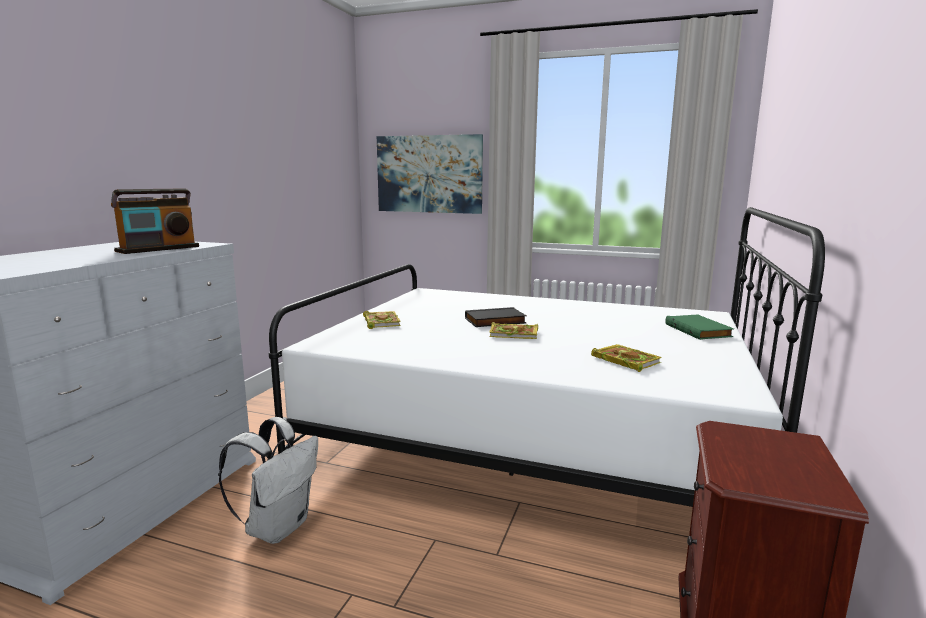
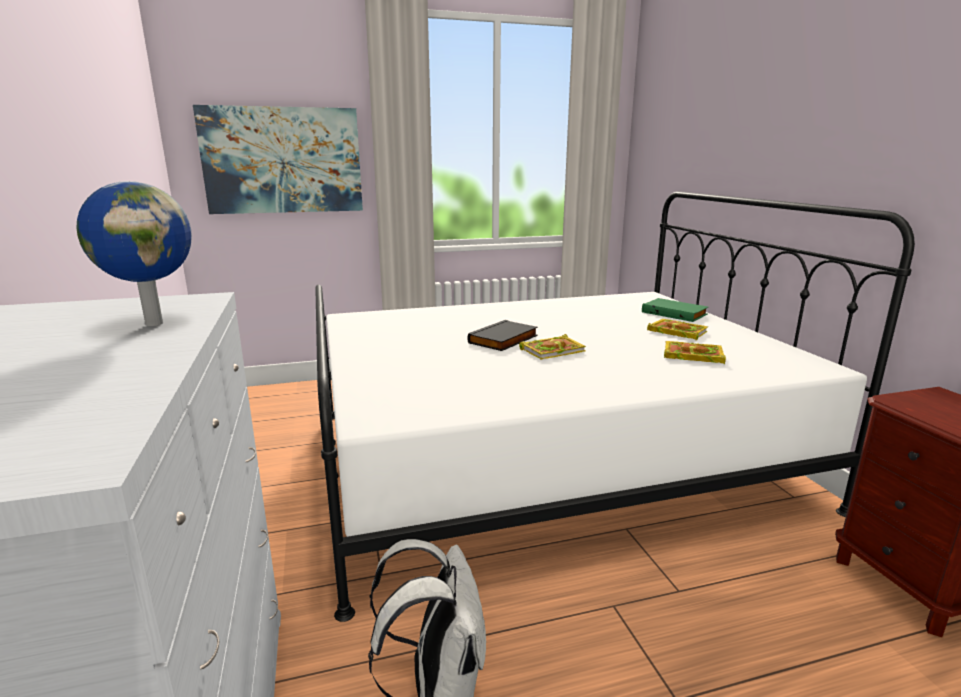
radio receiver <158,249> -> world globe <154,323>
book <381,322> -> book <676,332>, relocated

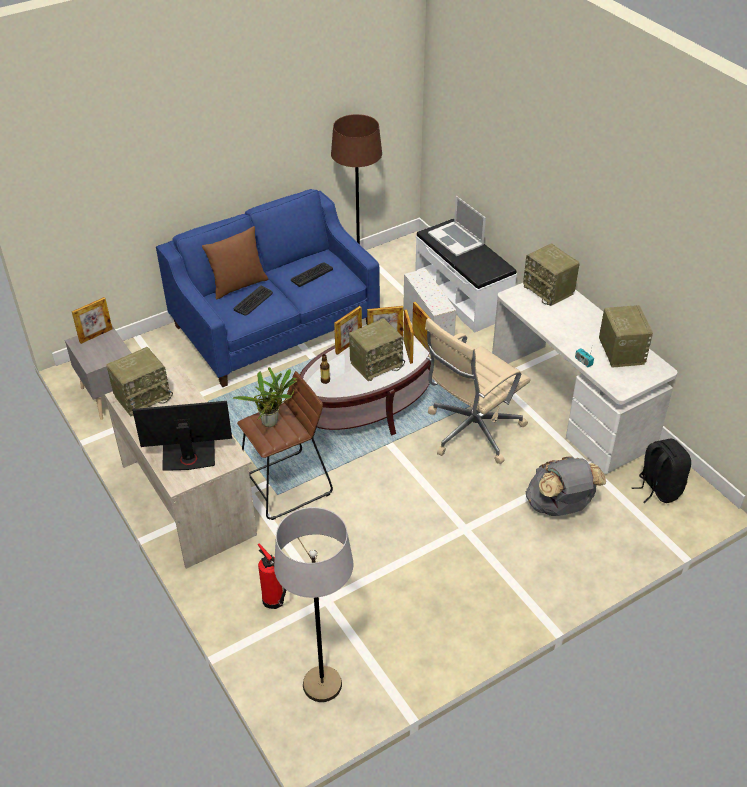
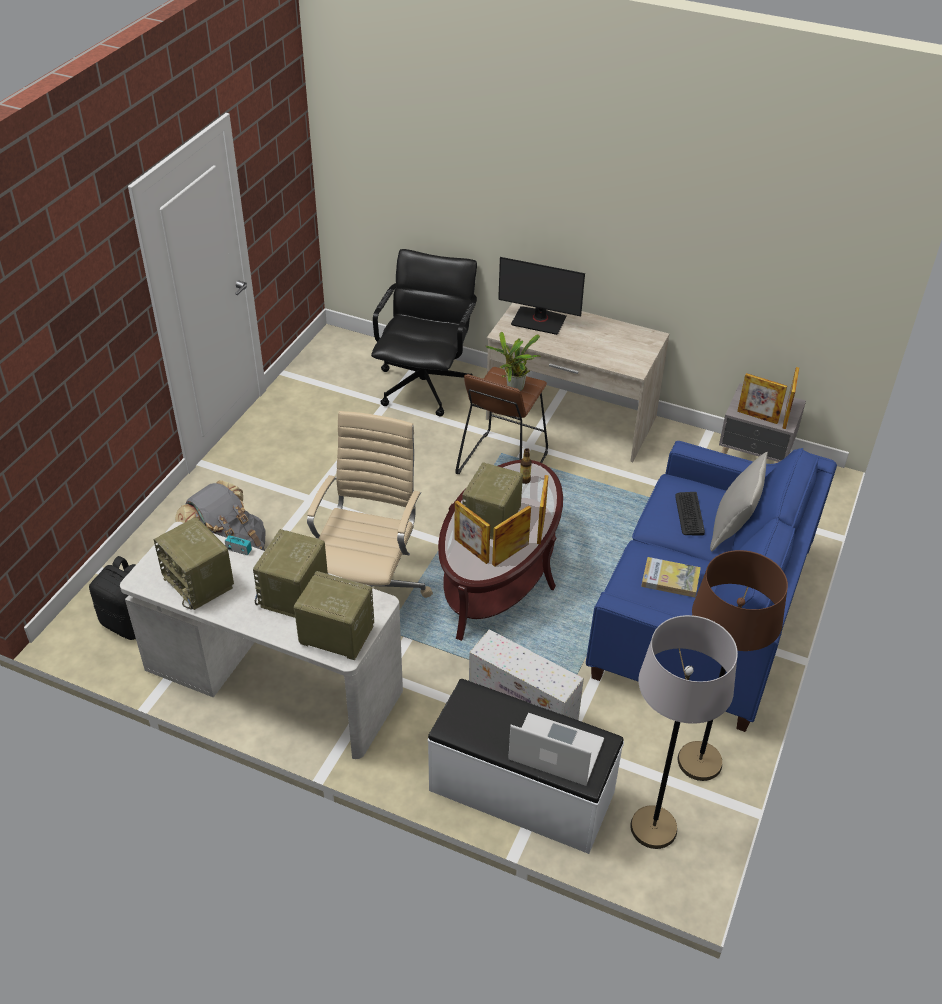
radio receiver <143,396> -> radio receiver <294,594>, relocated
monitor <188,457> -> monitor <539,321>, 60 degrees clockwise
brown-coloured throw pillow <238,285> -> greyish throw pillow <732,529>
extinguisher <274,602> -> black computer chair <425,386>
greyish standing lamp <322,684> -> greyish standing lamp <653,828>, relocated
PC keyboard <311,274> -> book <670,579>
picture frame <422,342> -> picture frame <757,416>, relocated

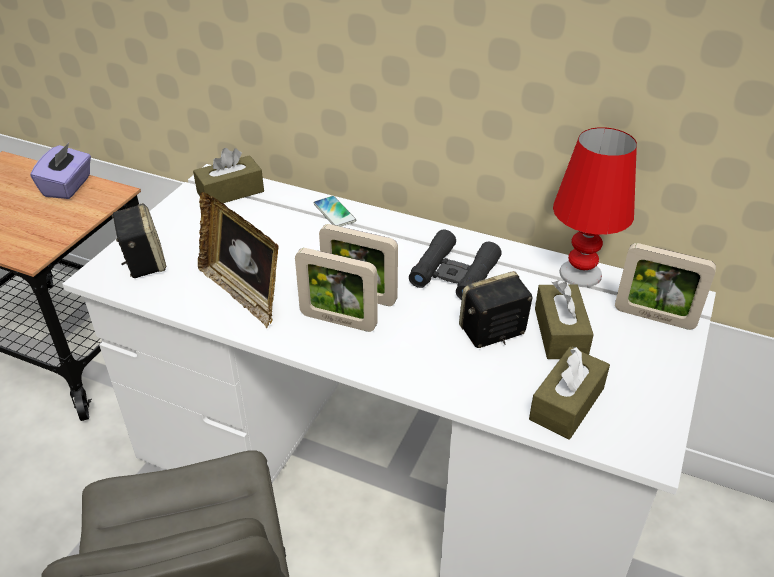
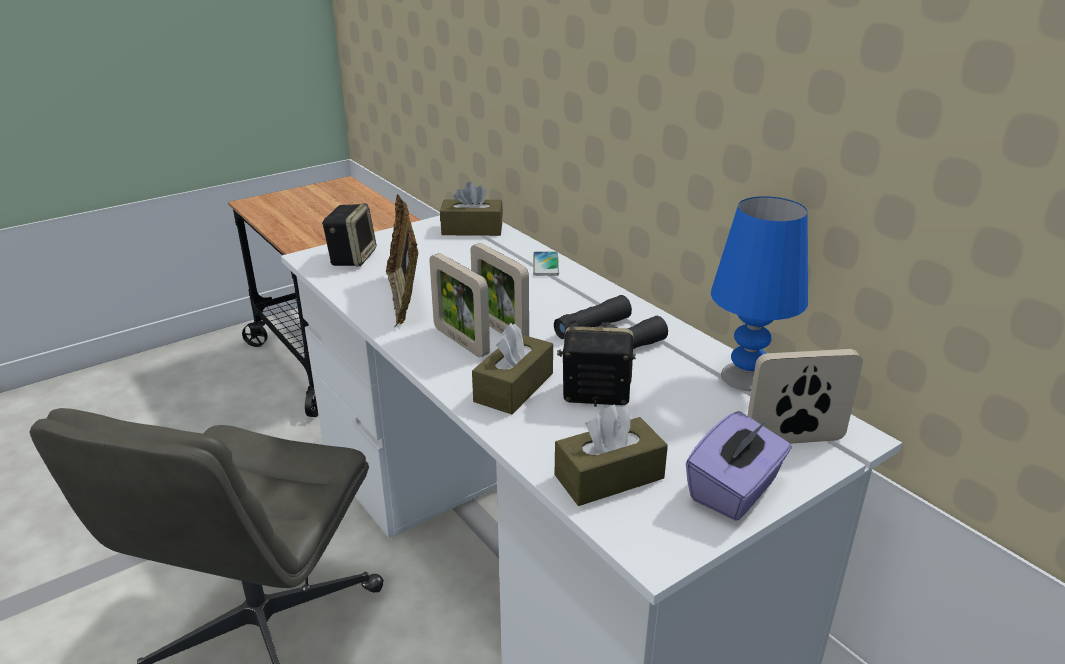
purplish tissue holder <68,186> -> purplish tissue holder <735,490>, relocated
brown-coloured tissue holder <560,333> -> brown-coloured tissue holder <514,387>, relocated
reddish table lamp <581,274> -> blue-coloured table lamp <746,377>
picture frame <654,317> -> picture frame <794,439>, 120 degrees clockwise

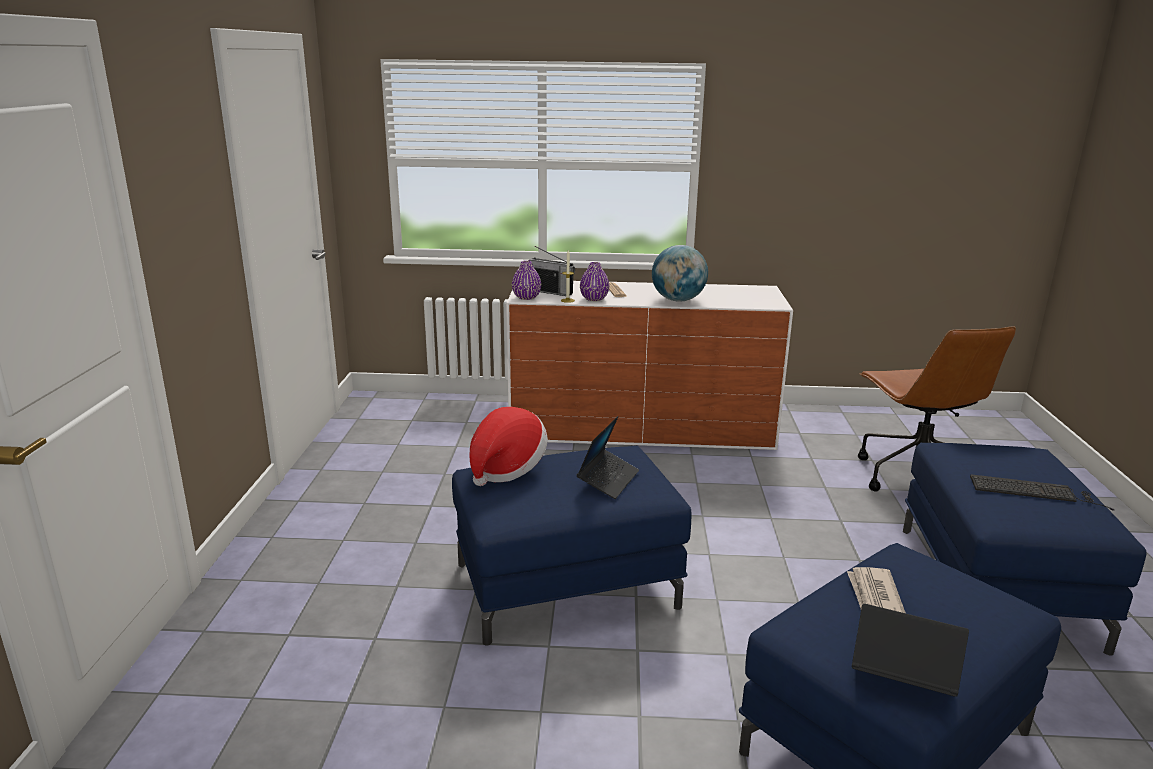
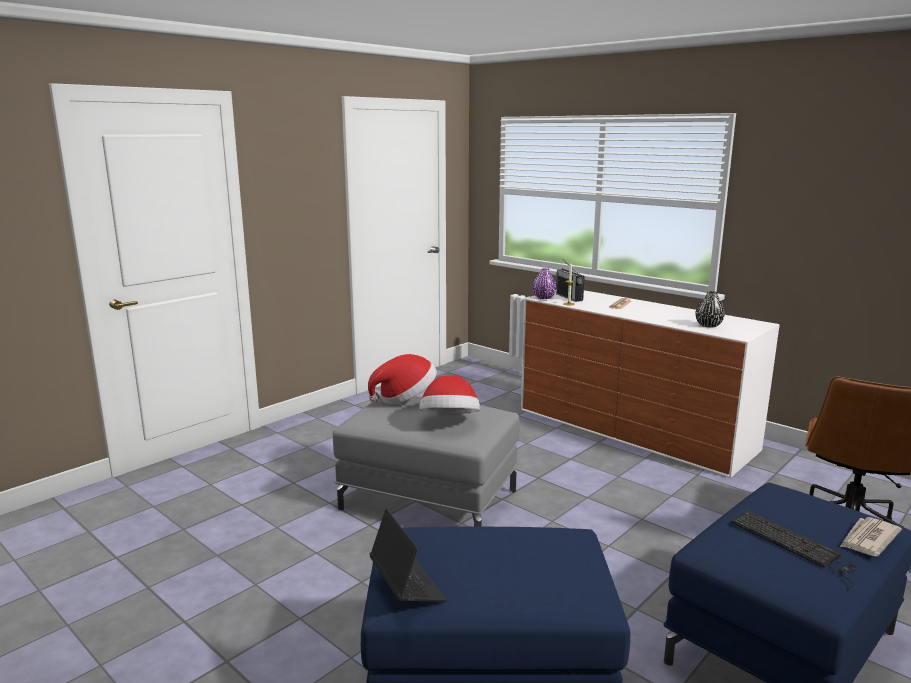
blue-coloured footrest <566,584> -> greyish footrest <429,499>
portable computer <608,480> -> clothing hat <450,422>
purplish vase <594,299> -> none
world globe <678,300> -> none
daily paper <874,597> -> daily paper <868,539>, relocated
none -> black vase <708,325>

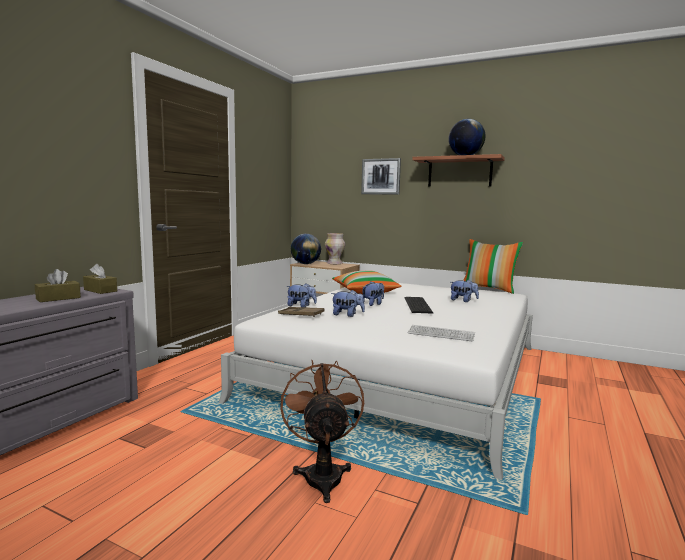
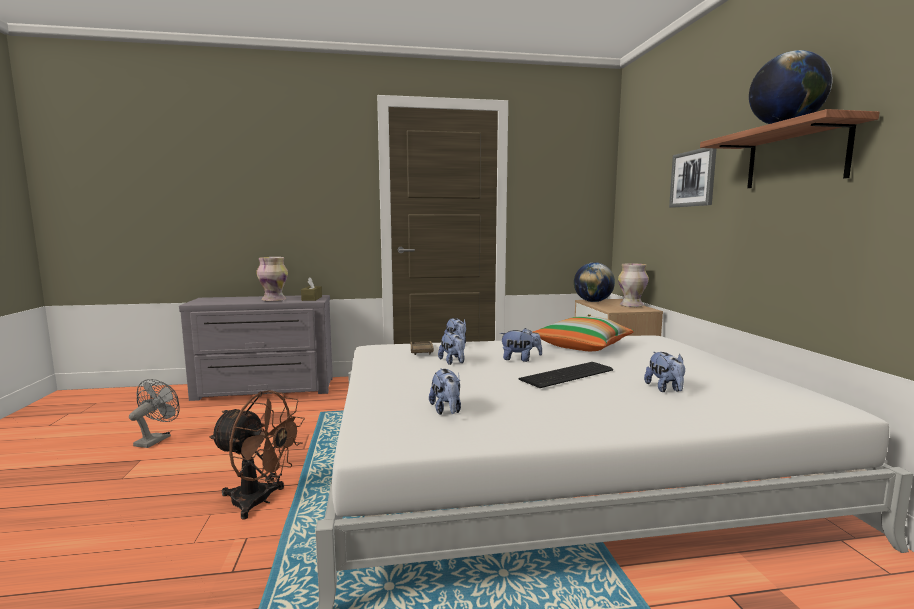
brown-coloured tissue holder <58,298> -> vase <274,300>
brown-coloured electric fan <322,474> -> brown-coloured electric fan <260,501>, 60 degrees clockwise
PC keyboard <441,334> -> plush toy <446,410>
throw pillow <489,289> -> none
none -> greyish electric fan <156,439>

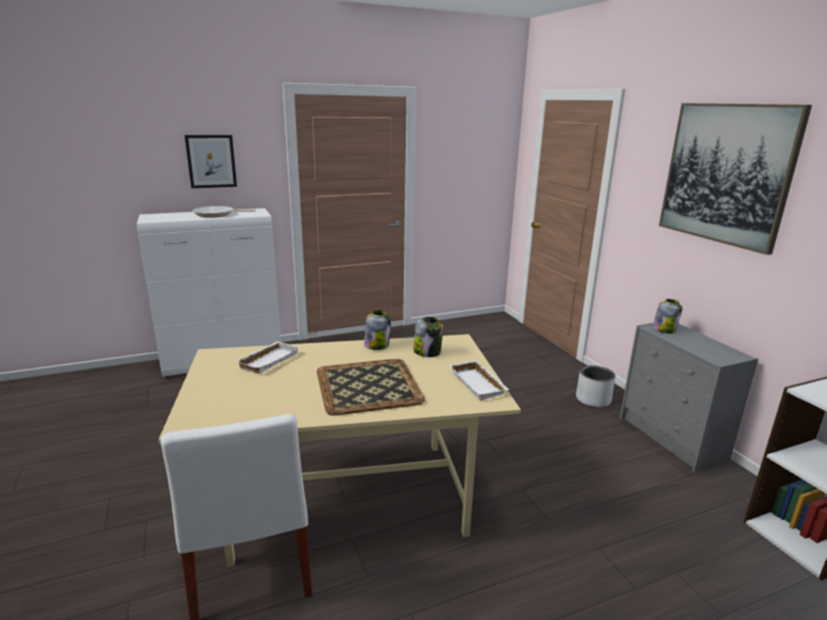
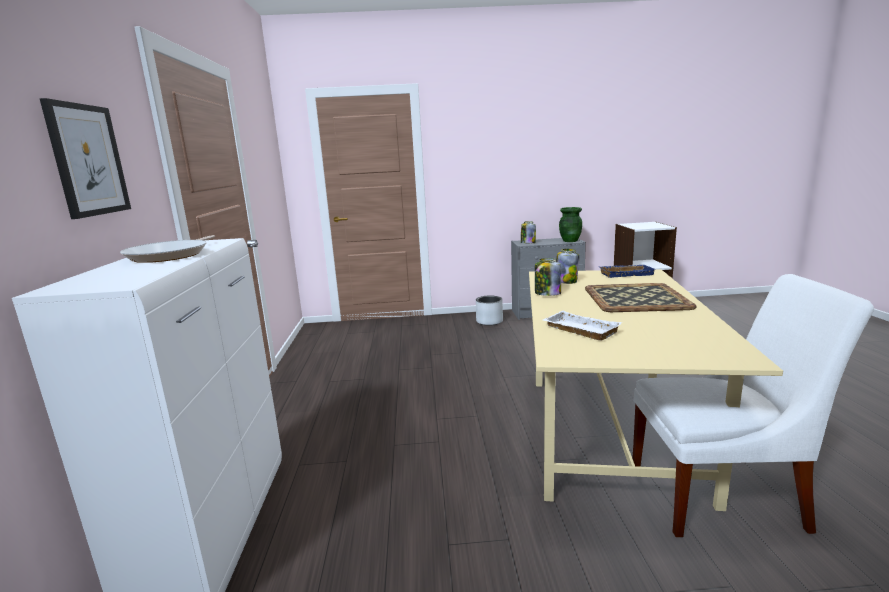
white serving tray <479,384> -> blue-coloured serving tray <626,274>
wall picture <726,174> -> none
none -> greenish vase <570,241>

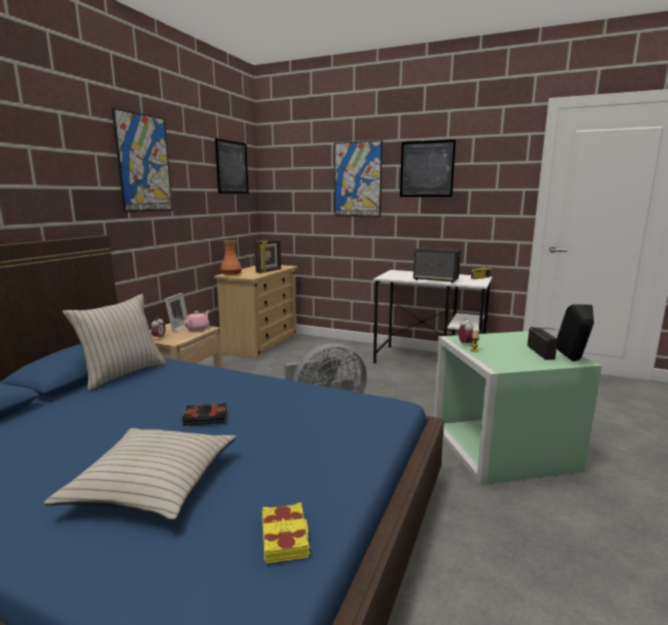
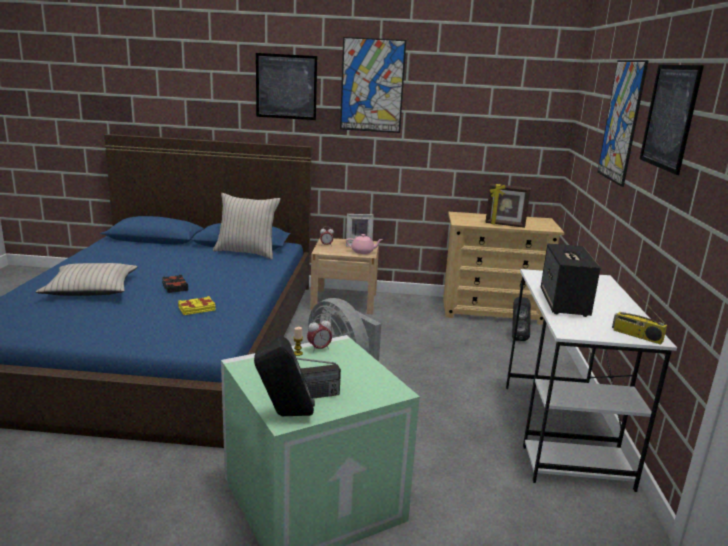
wall picture <232,167> -> wall picture <286,86>, relocated
orange-coloured vase <231,274> -> none
yellowish book <285,537> -> yellowish book <197,309>, relocated
none -> black speaker <516,337>

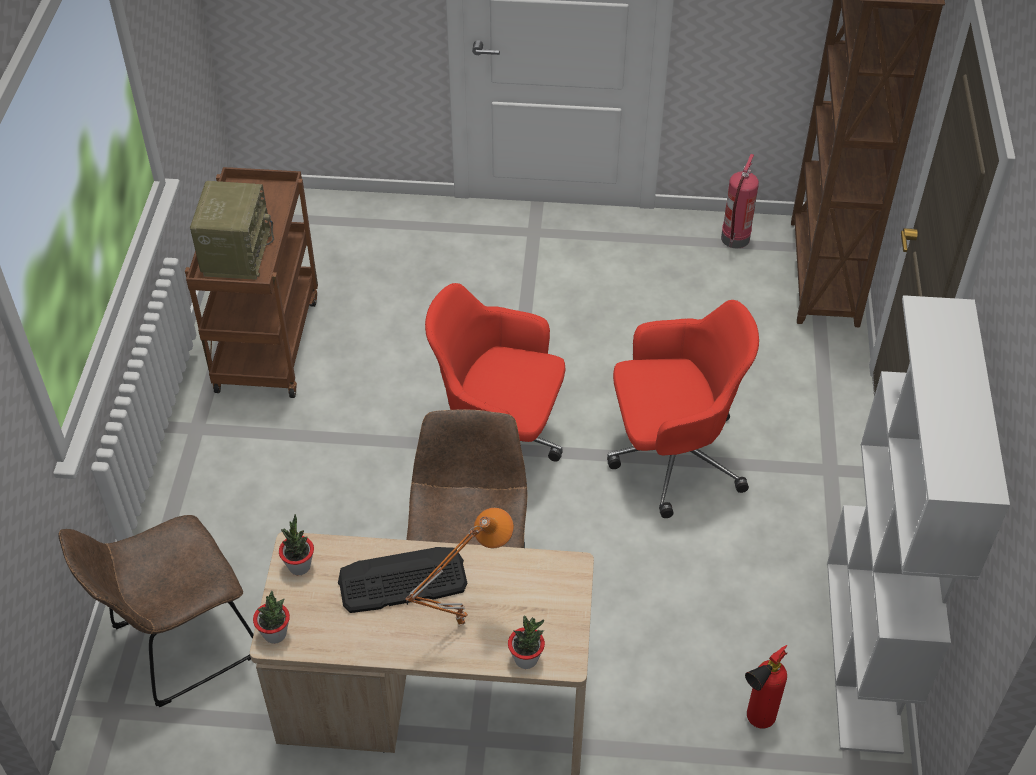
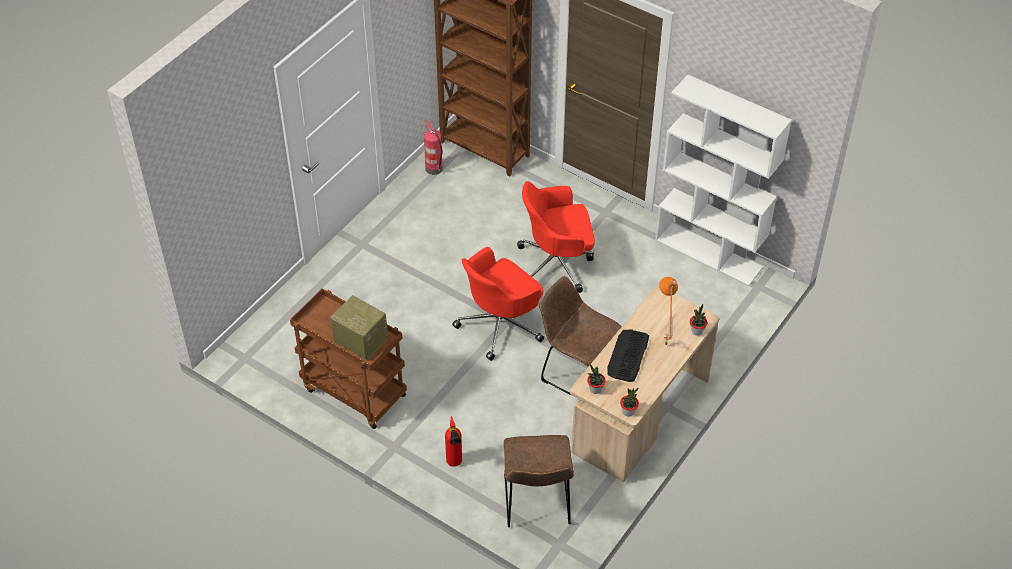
reddish computer chair <671,457> -> reddish computer chair <557,263>, 120 degrees counterclockwise
extinguisher <755,722> -> extinguisher <454,464>, relocated

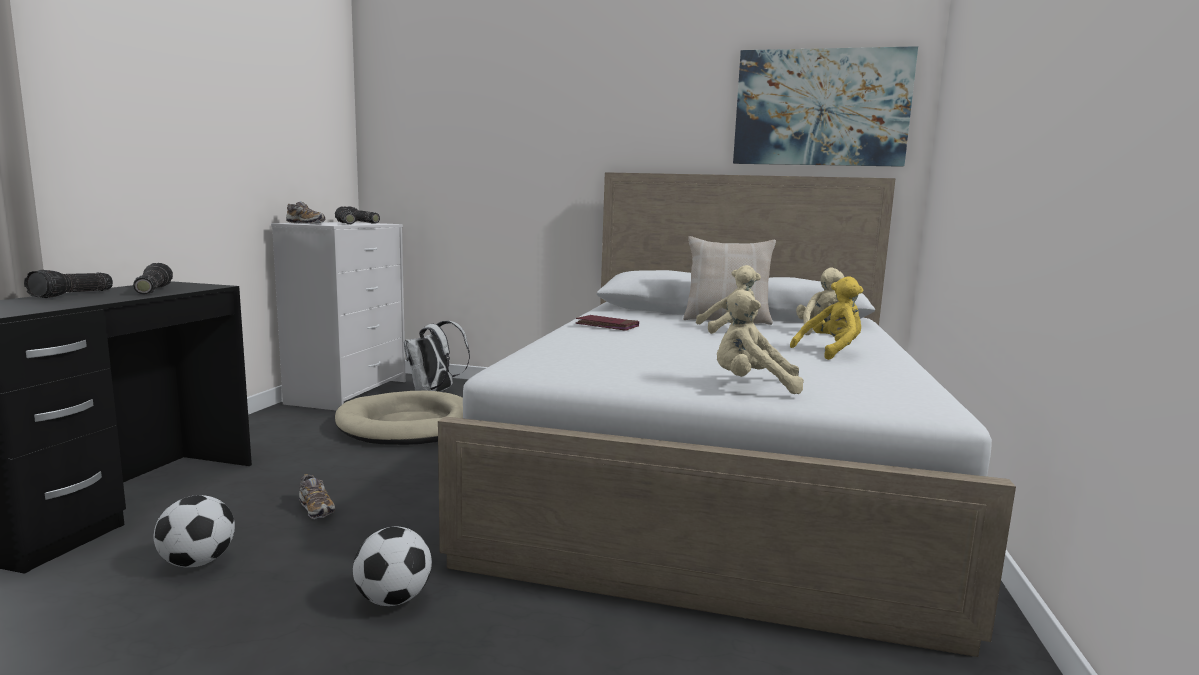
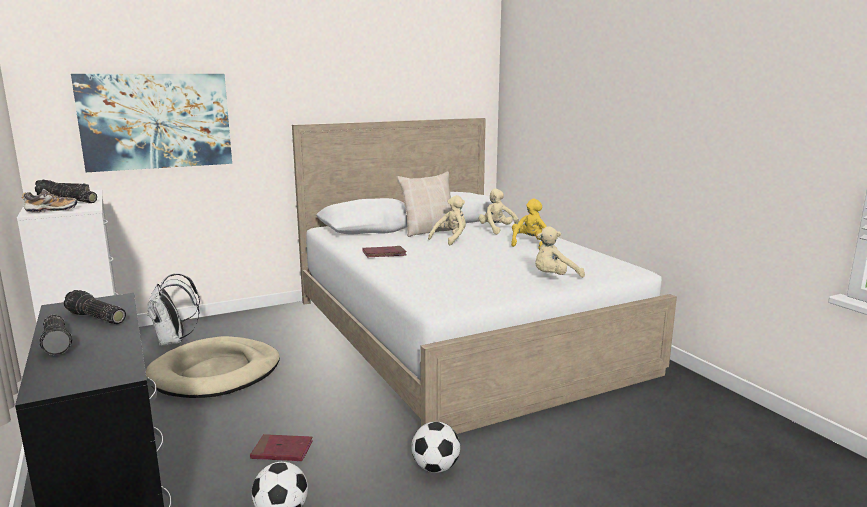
low shoe <316,509> -> reddish book <282,451>
wall picture <821,108> -> wall picture <156,121>, relocated

